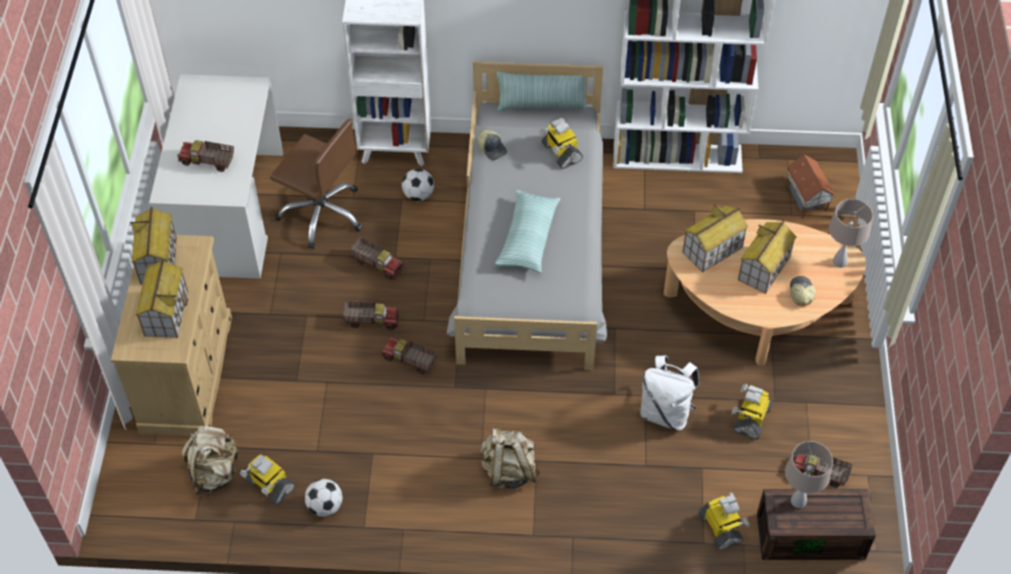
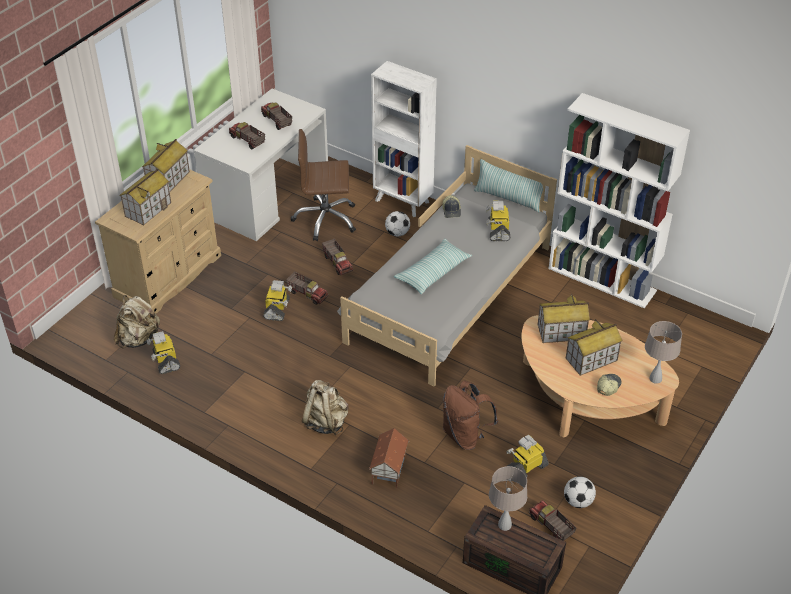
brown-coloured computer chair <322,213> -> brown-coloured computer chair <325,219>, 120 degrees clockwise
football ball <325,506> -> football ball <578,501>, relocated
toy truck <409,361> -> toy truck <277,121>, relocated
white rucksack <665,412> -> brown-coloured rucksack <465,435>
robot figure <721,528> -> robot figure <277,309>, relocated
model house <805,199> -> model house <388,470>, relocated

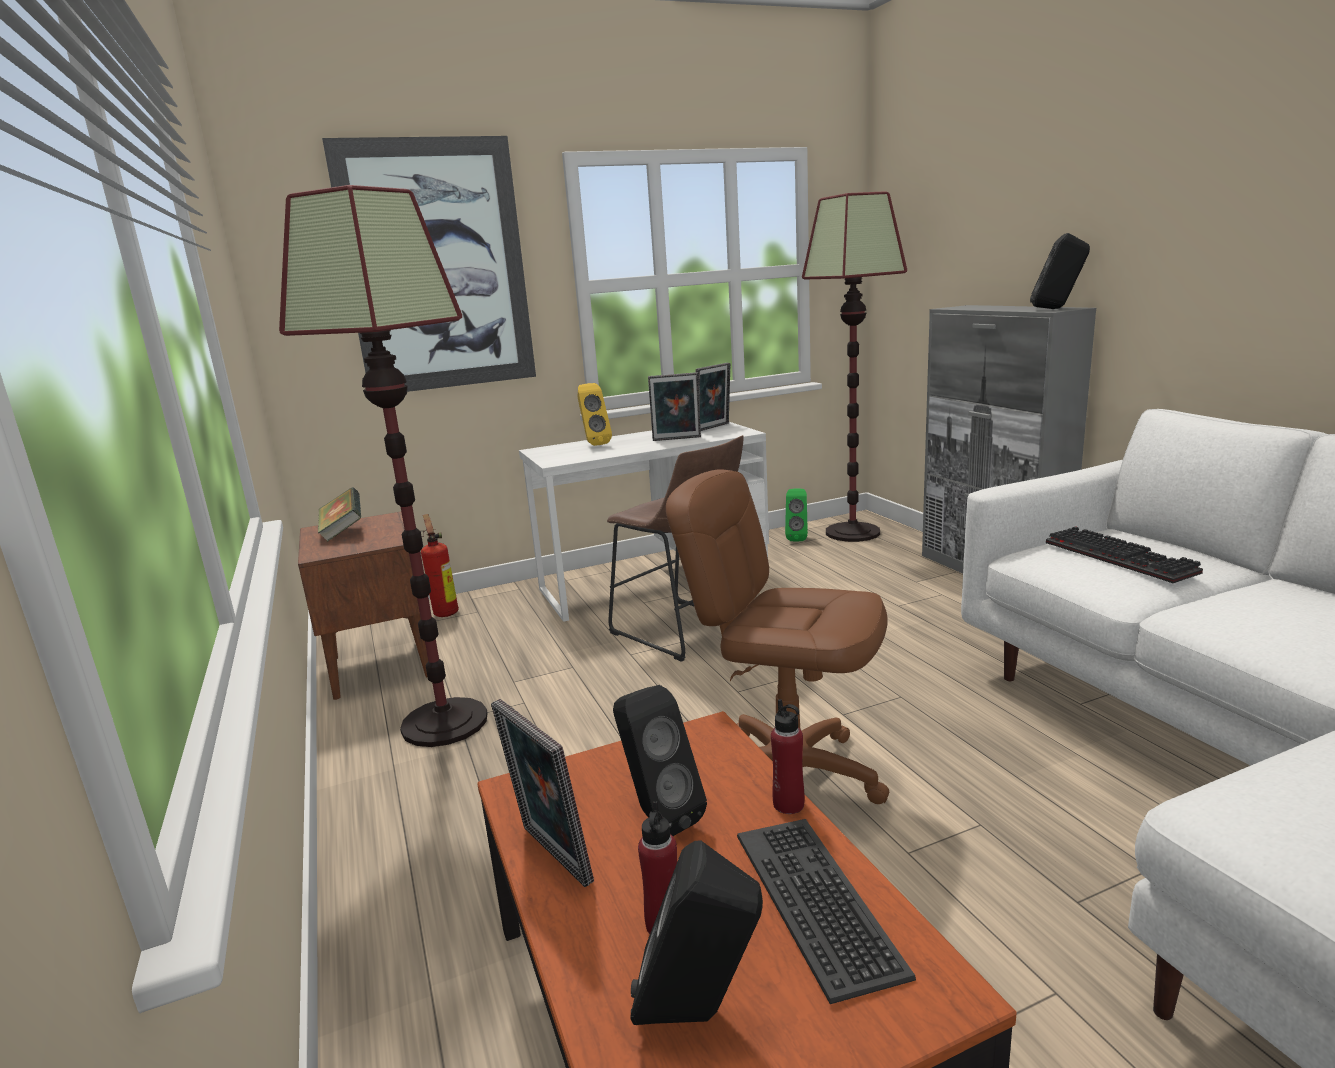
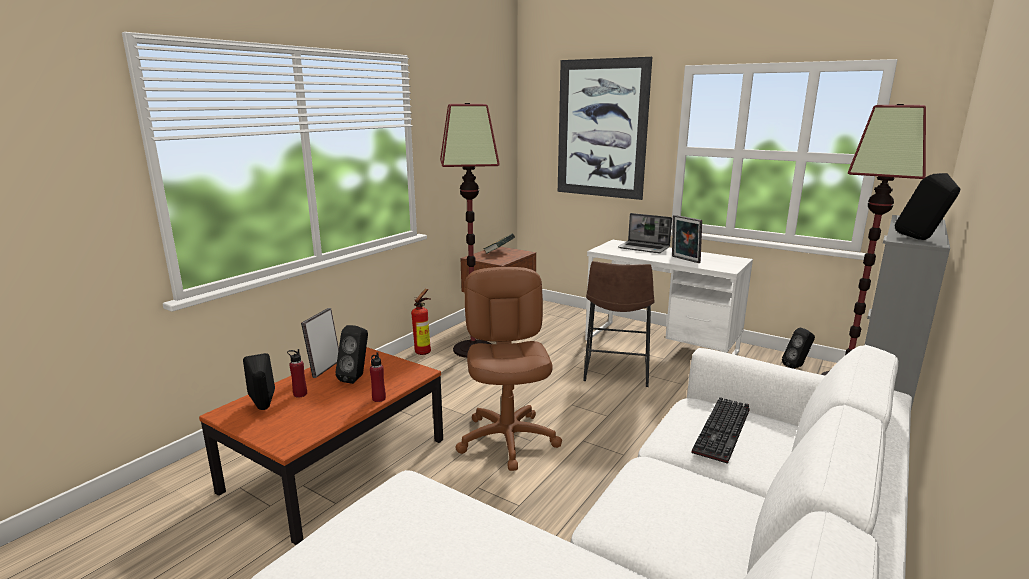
extinguisher <445,612> -> extinguisher <424,351>, relocated
yellowish speaker <594,444> -> portable computer <644,248>
picture frame <714,427> -> none
PC keyboard <818,901> -> none
greenish speaker <797,538> -> black speaker <797,367>

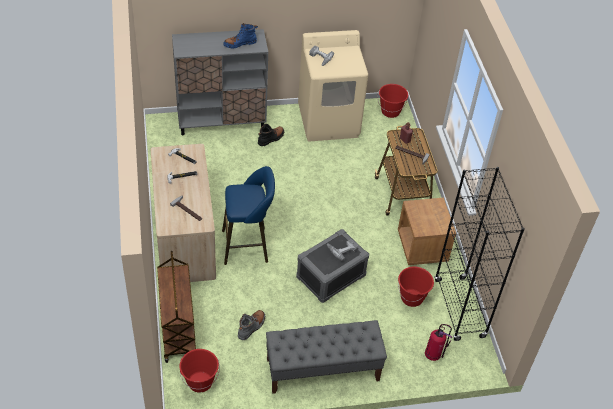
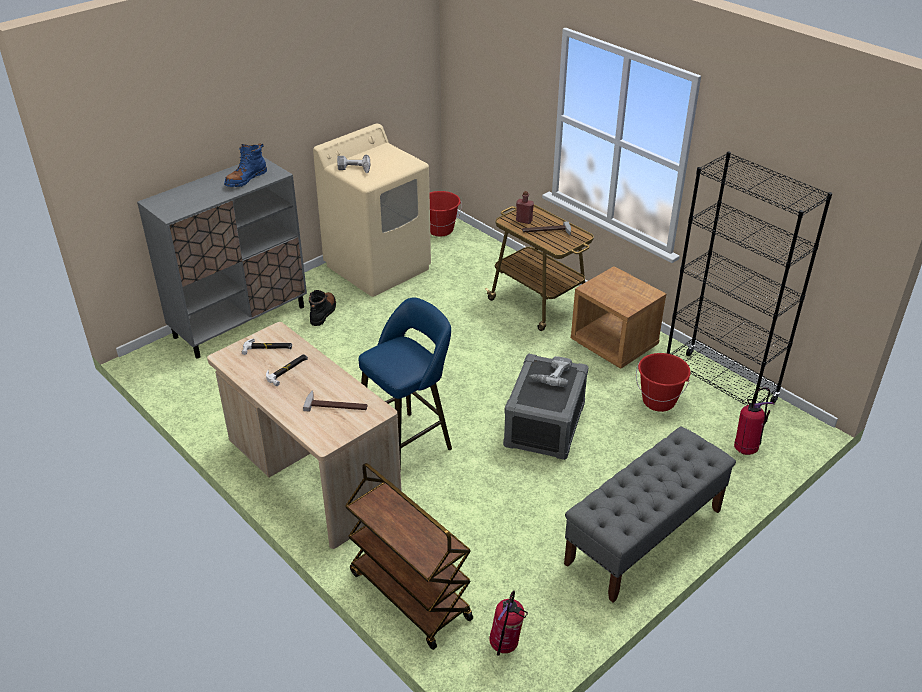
reddish water bucket <200,382> -> extinguisher <505,646>
greyish tall boot <251,327> -> none

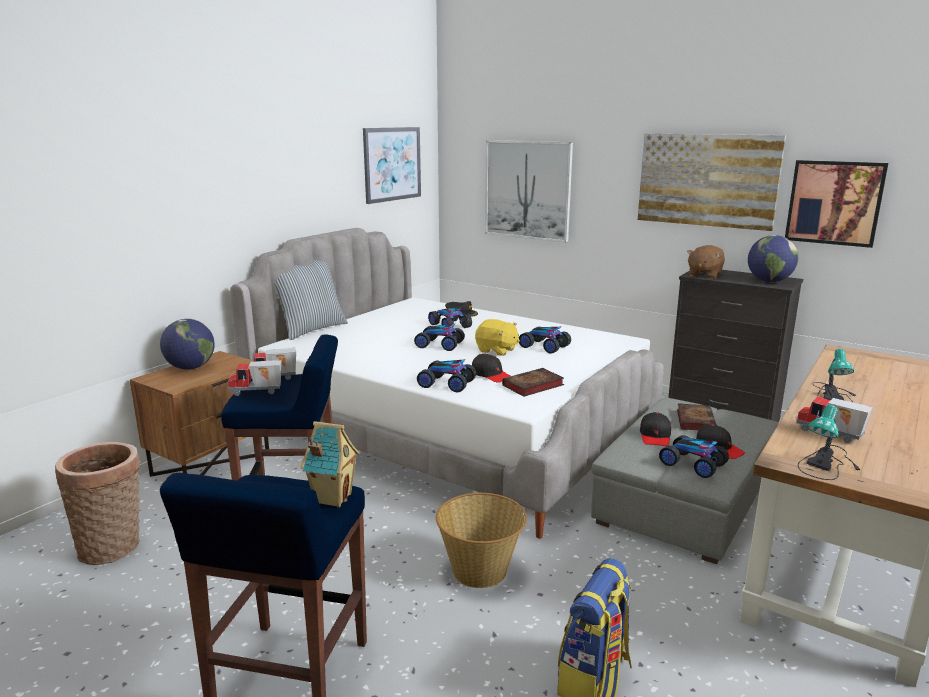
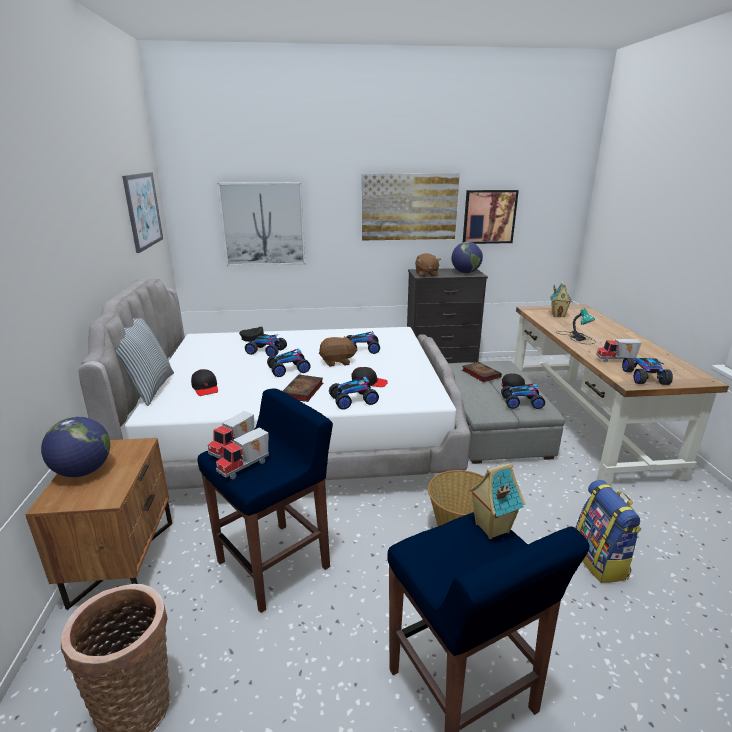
yellowish plush toy <496,350> -> brown-coloured plush toy <337,362>
book <532,386> -> book <302,391>, relocated
black cap <655,436> -> black cap <205,388>, relocated
table lamp <827,463> -> model car <645,377>
none -> model house <558,315>

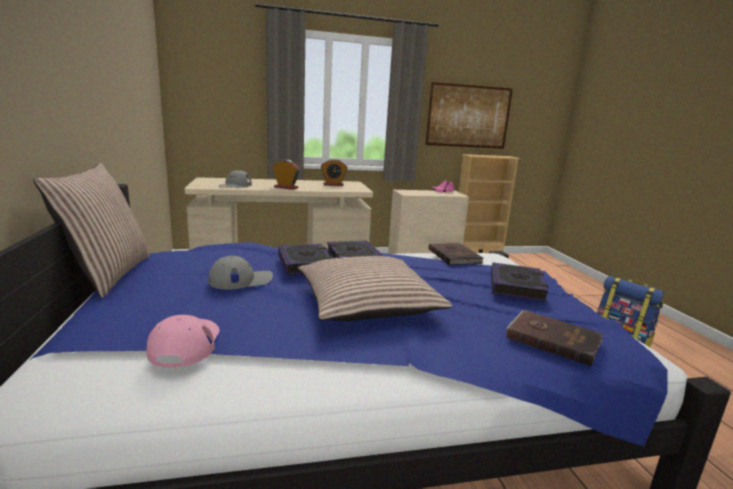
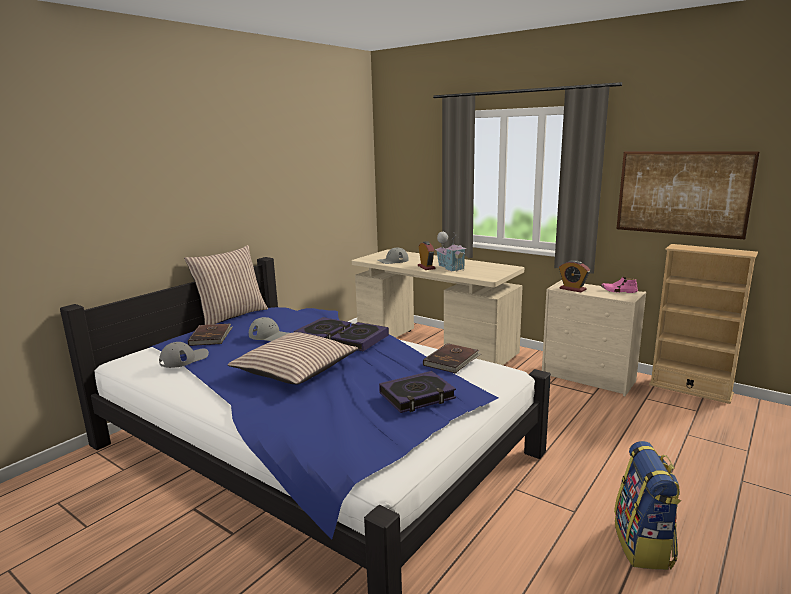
pink cap <186,344> -> greyish cap <184,359>
alarm clock <333,184> -> alarm clock <572,289>, relocated
brown-coloured book <552,339> -> brown-coloured book <211,336>, relocated
none -> model house <450,267>

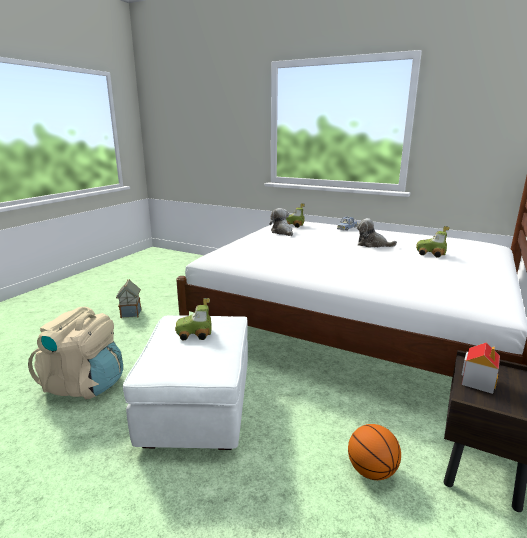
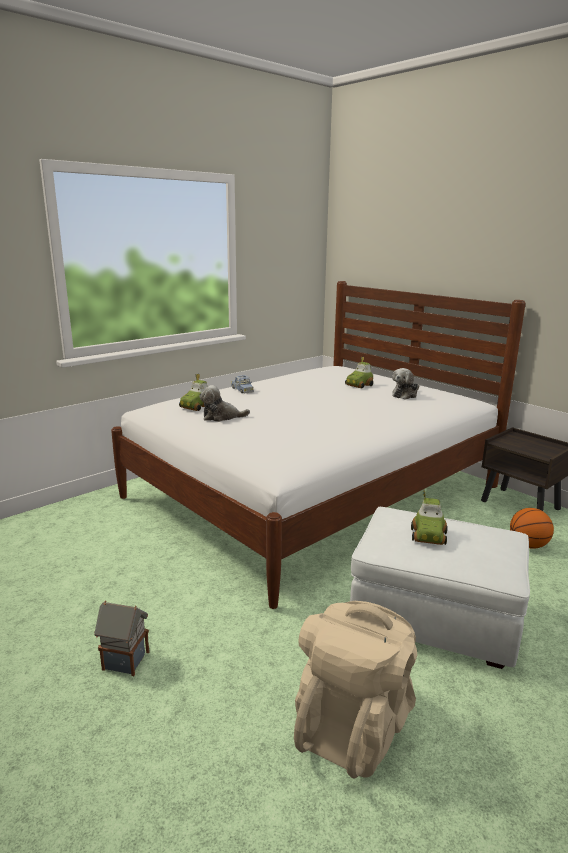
plush toy <372,245> -> plush toy <405,394>, relocated
model house <478,381> -> none

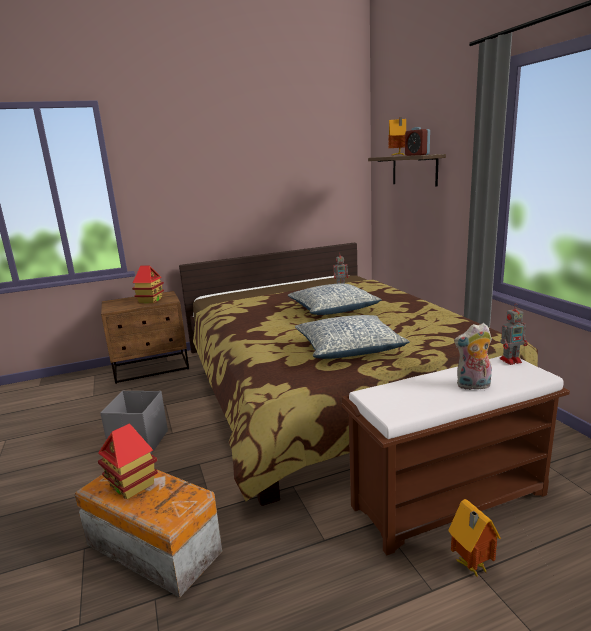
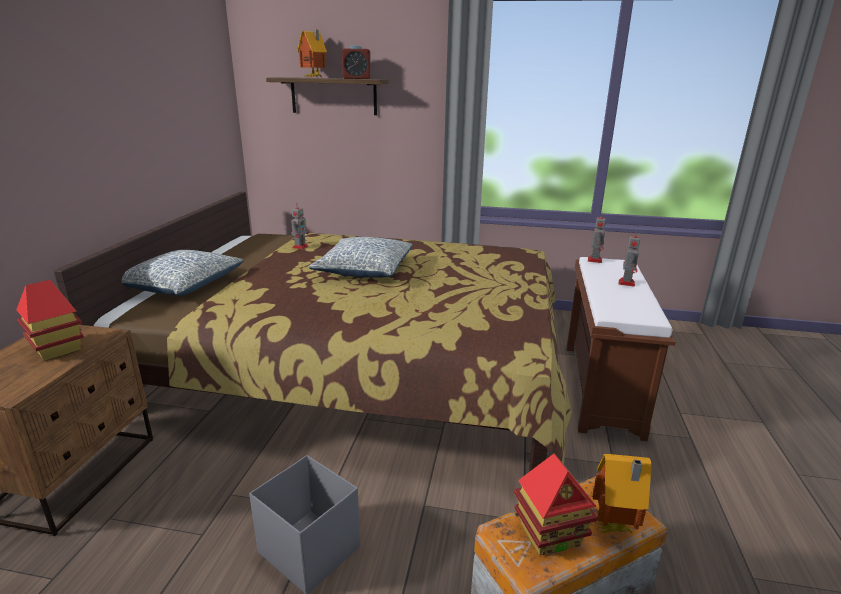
throw pillow <349,348> -> throw pillow <181,285>, relocated
model house <470,566> -> model house <614,528>, relocated
plush toy <473,386> -> robot figure <626,282>

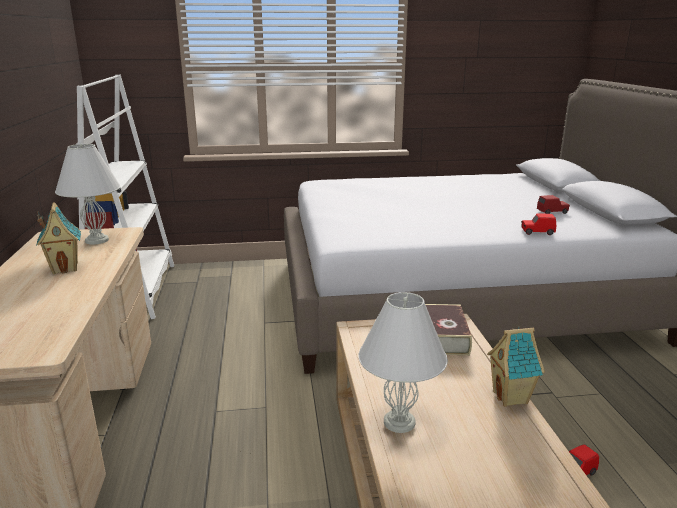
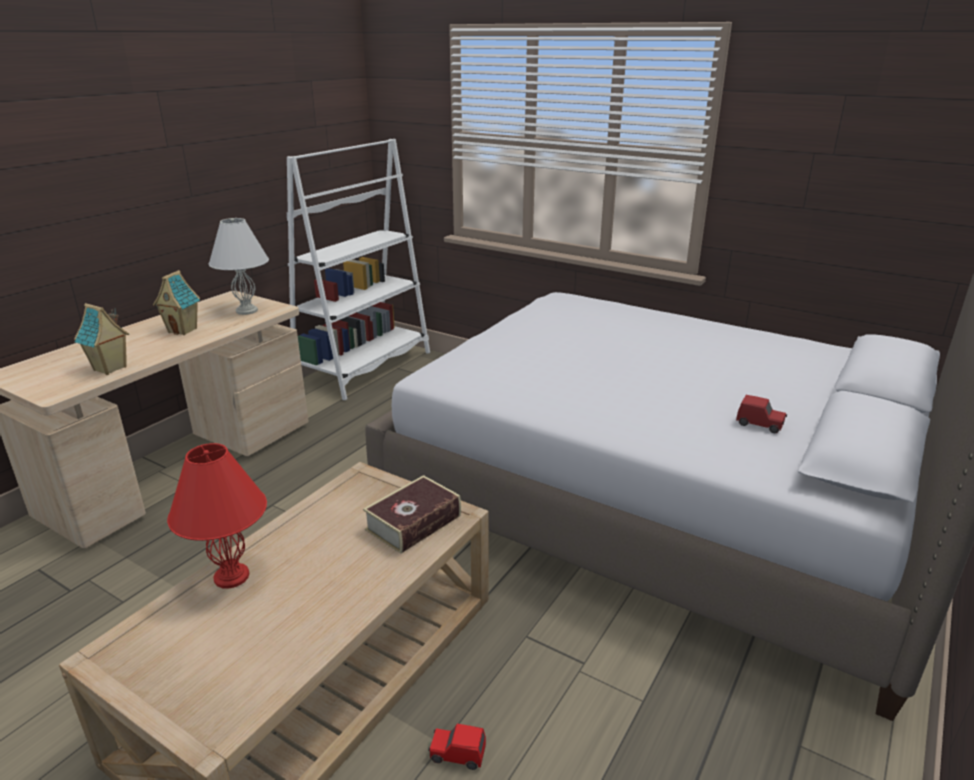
white table lamp <399,422> -> reddish table lamp <232,576>
model house <511,397> -> model house <110,369>, relocated
reddish model car <537,232> -> none

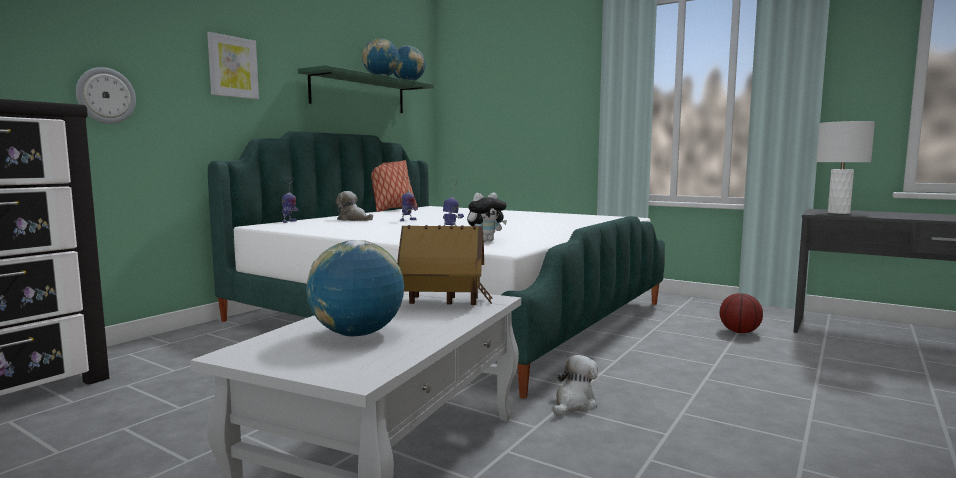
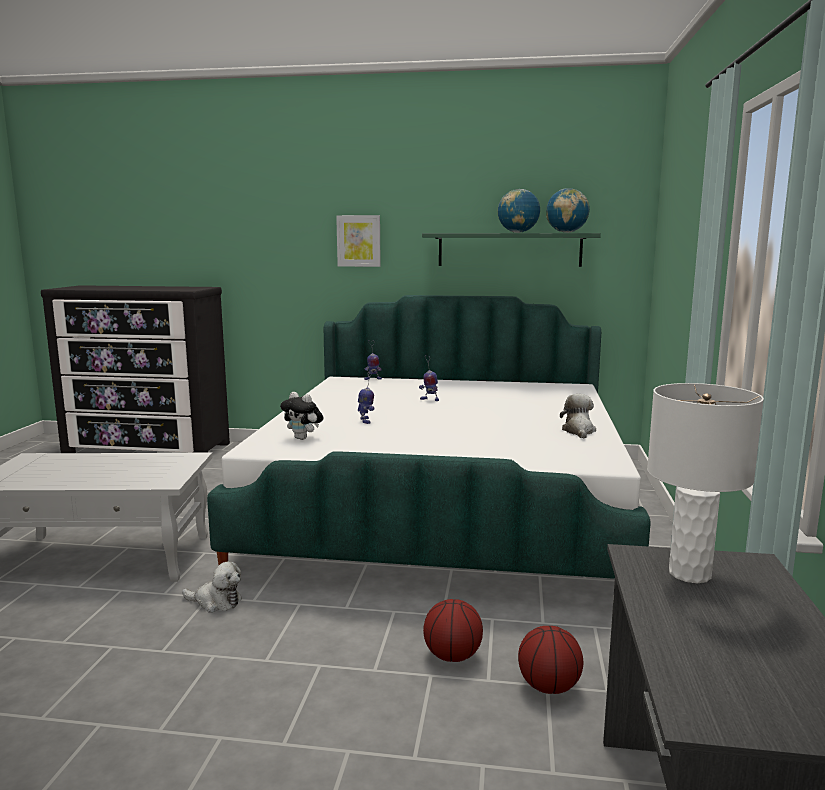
hanging clock <105,96> -> none
world globe <357,334> -> none
plush toy <353,220> -> plush toy <578,431>, relocated
throw pillow <392,209> -> none
model house <443,302> -> none
none -> basketball <453,656>

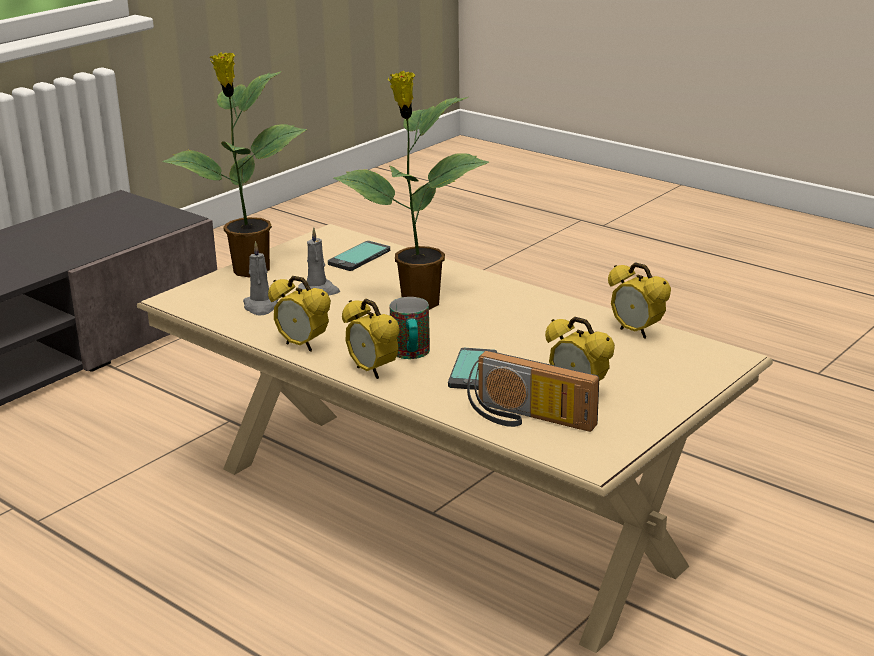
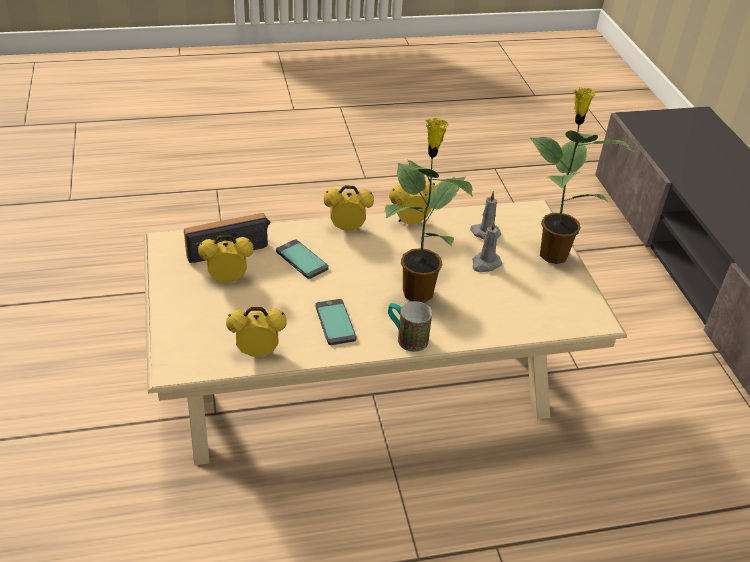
handset <359,257> -> handset <335,323>, relocated
mug <411,355> -> mug <406,338>, relocated

